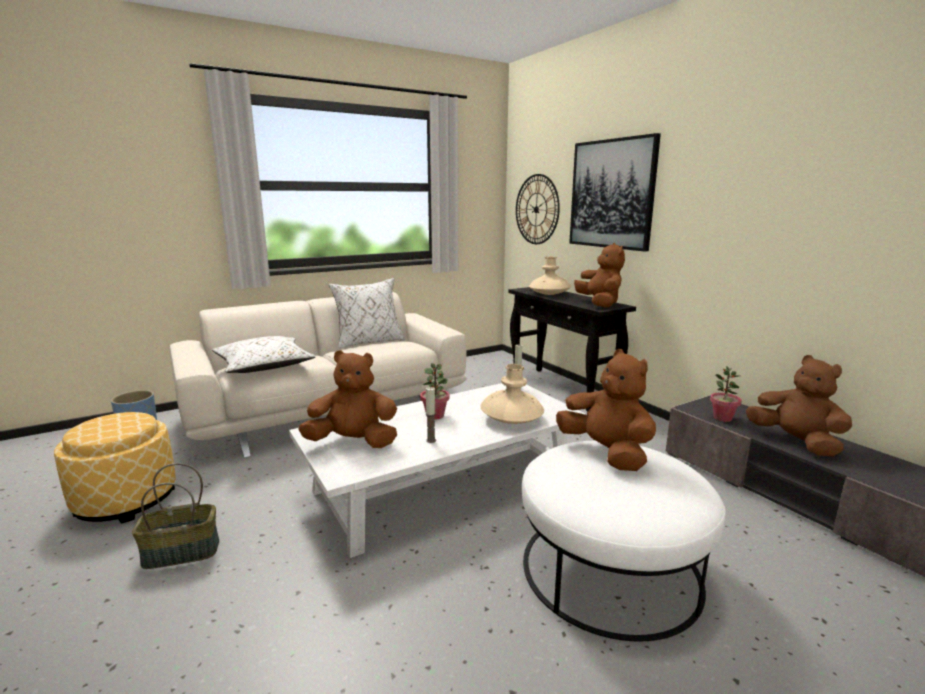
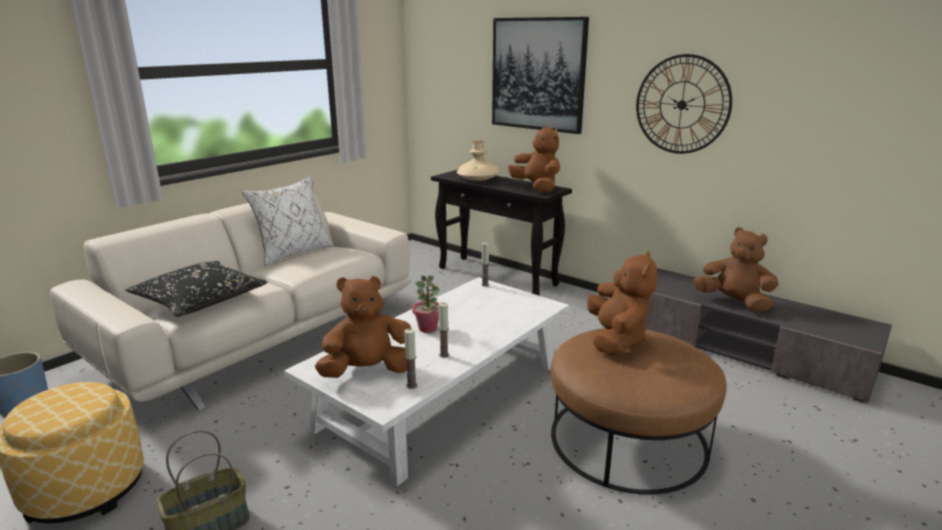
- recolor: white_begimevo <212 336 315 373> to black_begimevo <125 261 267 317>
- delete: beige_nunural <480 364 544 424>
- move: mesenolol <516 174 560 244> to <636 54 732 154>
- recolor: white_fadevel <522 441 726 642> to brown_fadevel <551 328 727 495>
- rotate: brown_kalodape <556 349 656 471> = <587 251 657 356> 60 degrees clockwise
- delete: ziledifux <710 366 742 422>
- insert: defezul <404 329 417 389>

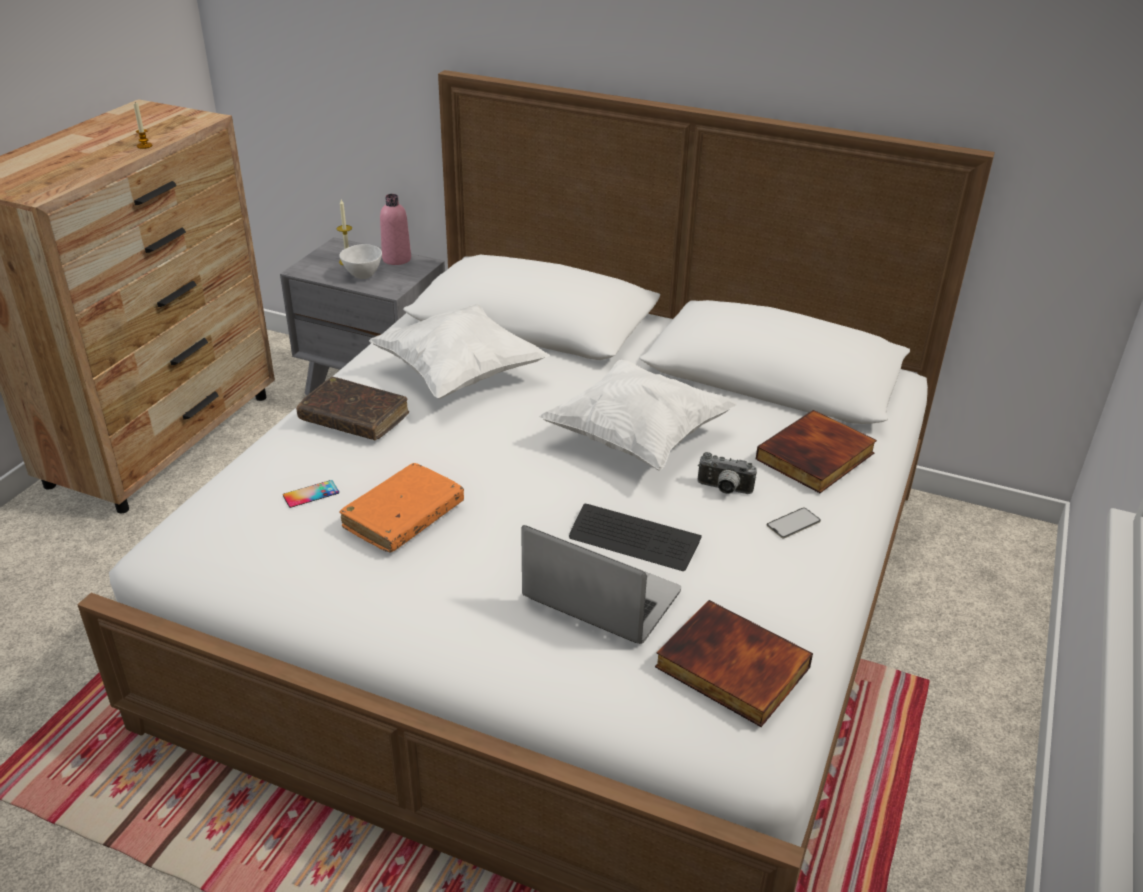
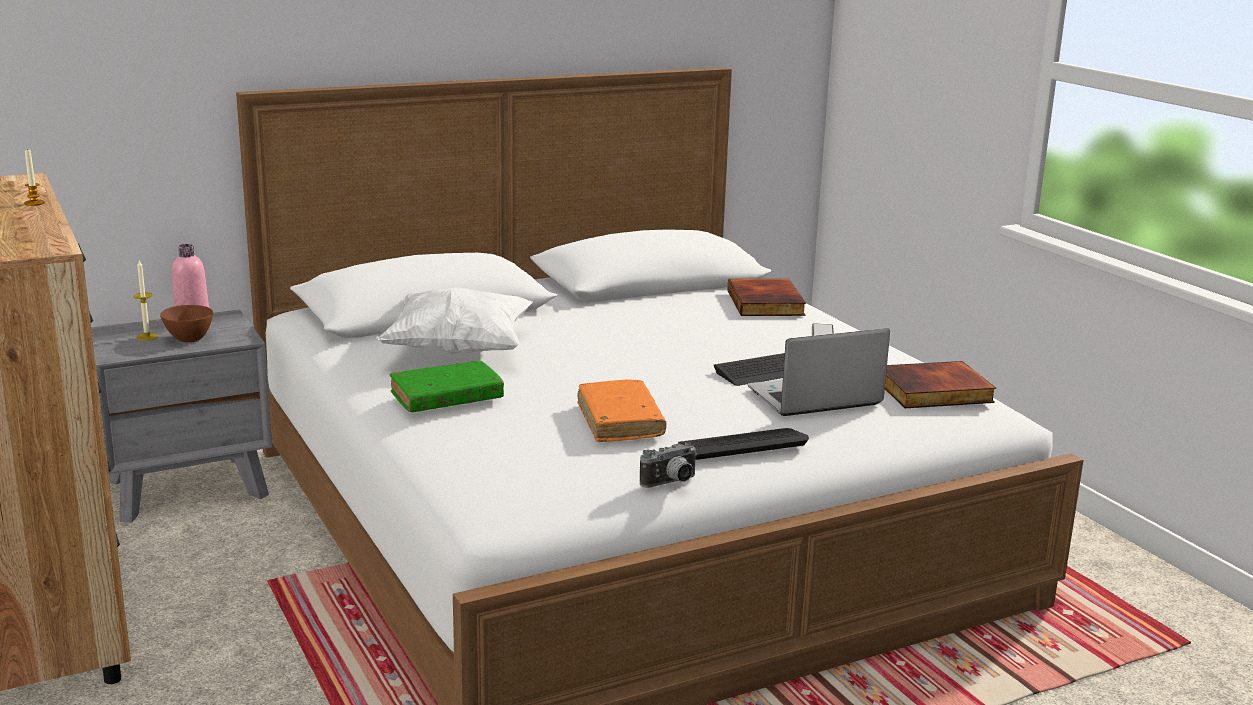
- delete: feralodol <283 480 339 508>
- recolor: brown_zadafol <296 377 409 441> to green_zadafol <390 361 504 412>
- recolor: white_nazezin <339 244 382 279> to brown_nazezin <160 305 213 342>
- delete: white_begimevo <539 360 738 470>
- move: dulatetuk <697 452 757 494> to <640 442 698 488>
- insert: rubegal <678 428 809 460>

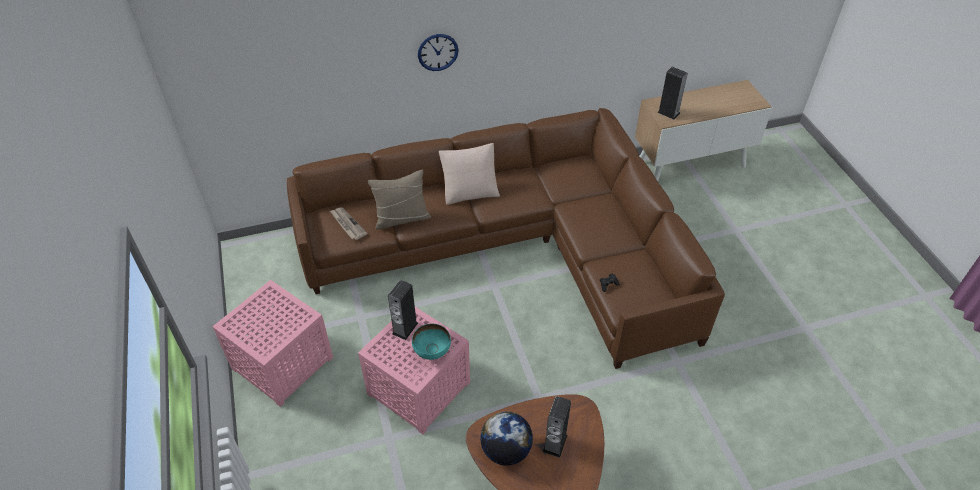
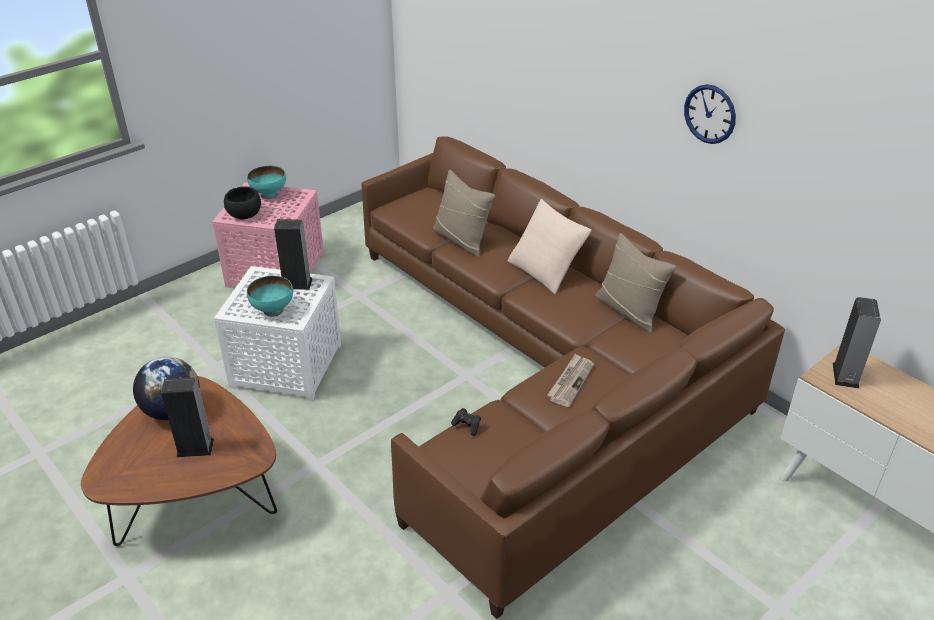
- move: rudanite <330 207 368 240> to <547 353 594 407>
- recolor: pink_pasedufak <358 307 470 434> to white_pasedufak <214 266 341 401>
- move: mesenolol <418 34 458 71> to <684 84 736 144>
- insert: black_nazezin <224 187 261 219>
- insert: turquoise_nazezin <247 166 286 199>
- insert: beige_begimevo <595 233 676 333>

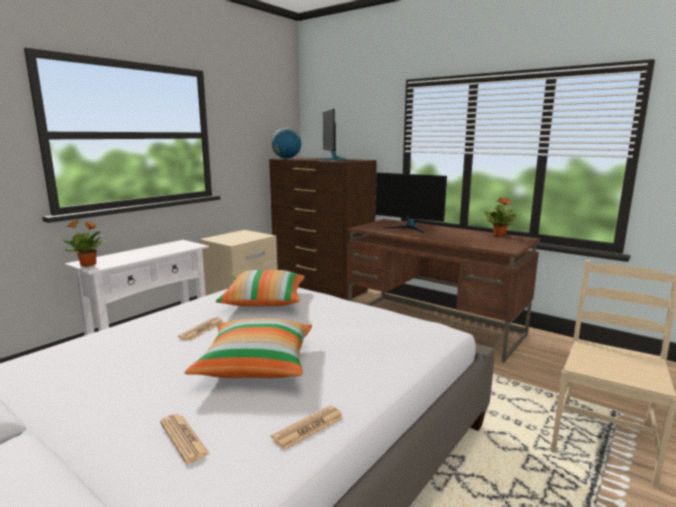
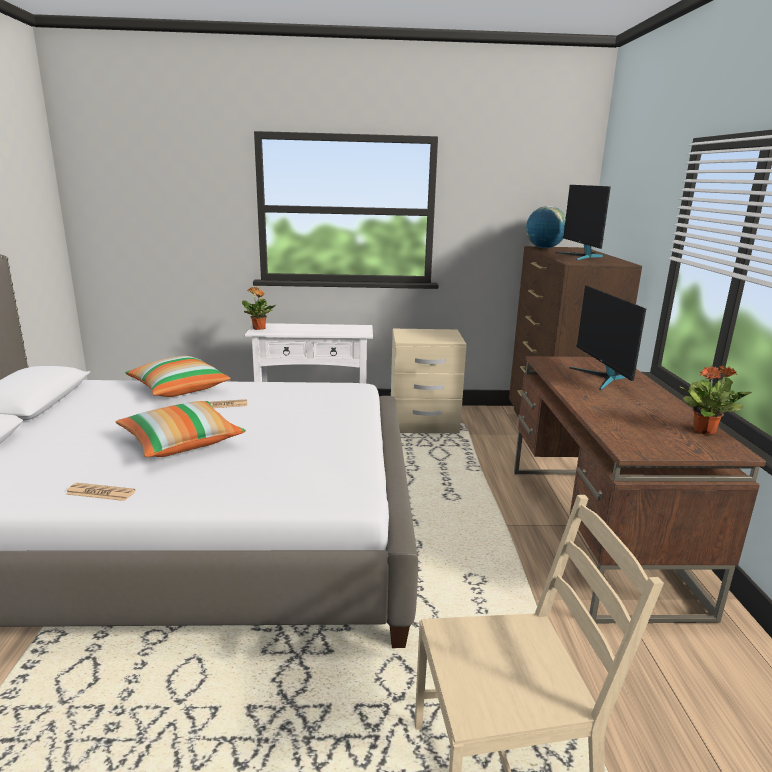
- delete: rudanite <160 414 210 464>
- move: begimevo <215 270 305 306> to <125 356 231 397>
- rotate: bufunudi <316 109 345 161> = <556 185 611 260> 45 degrees counterclockwise

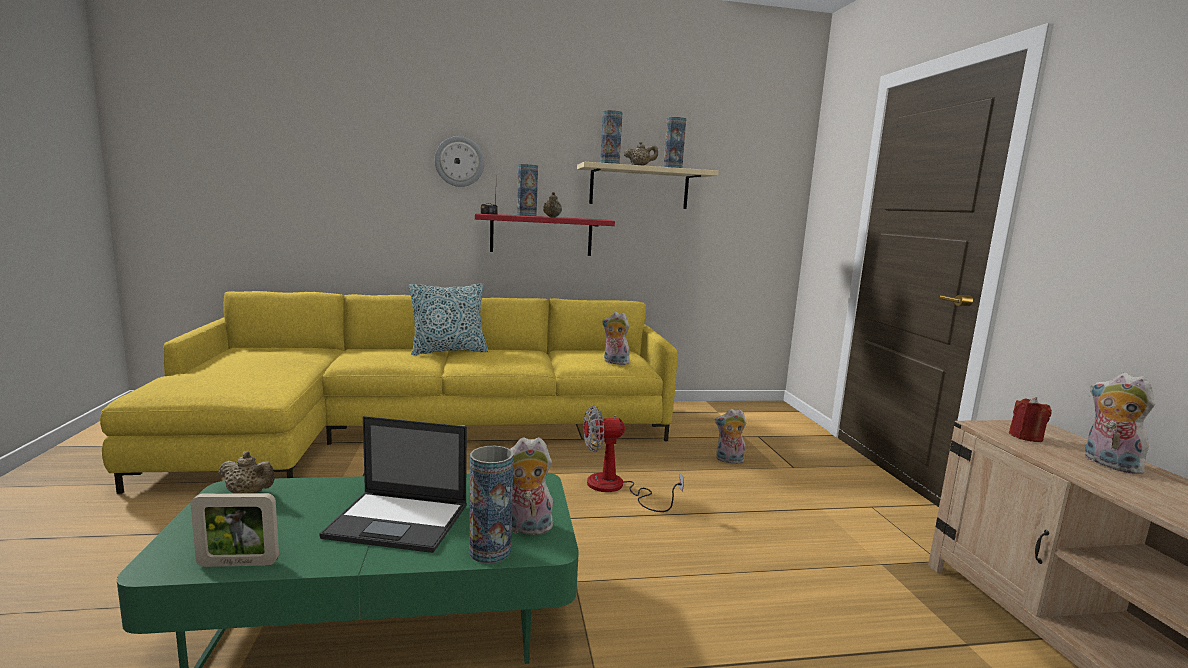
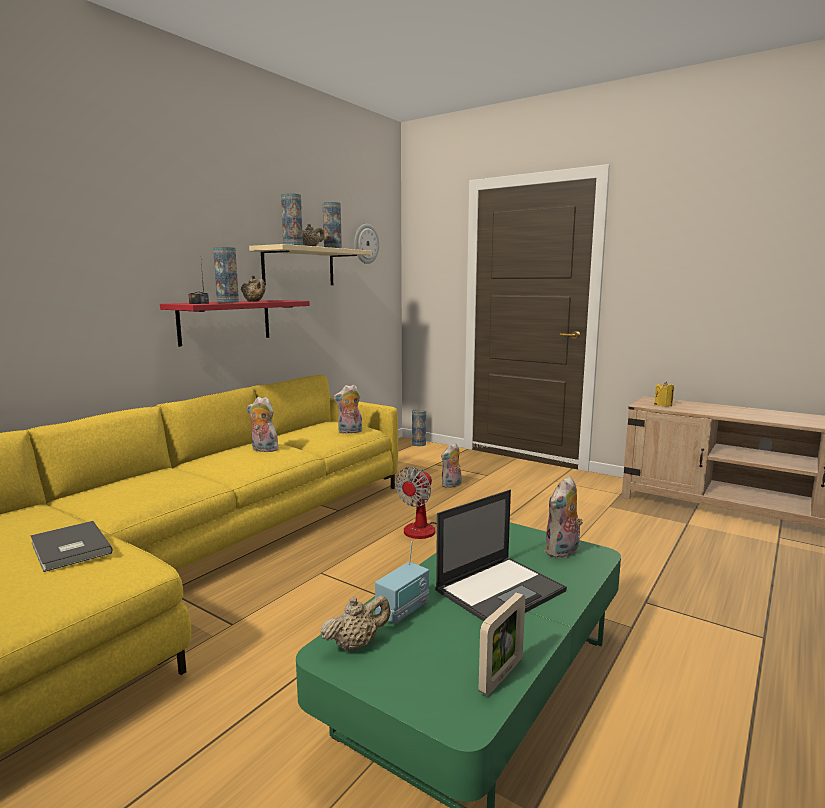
- delete: begimevo <409 283 488 355>
- move: mesenolol <435 136 485 187> to <354 224 379 264>
- move: nunural <469 446 514 563> to <412 409 426 446>
- recolor: red_defezul <1009 397 1052 442> to yellow_defezul <654 382 674 407>
- move: kalodape <1085 373 1155 474> to <247 397 279 452>
- insert: grey_zadafol <30 521 113 572>
- insert: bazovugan <375 541 429 624>

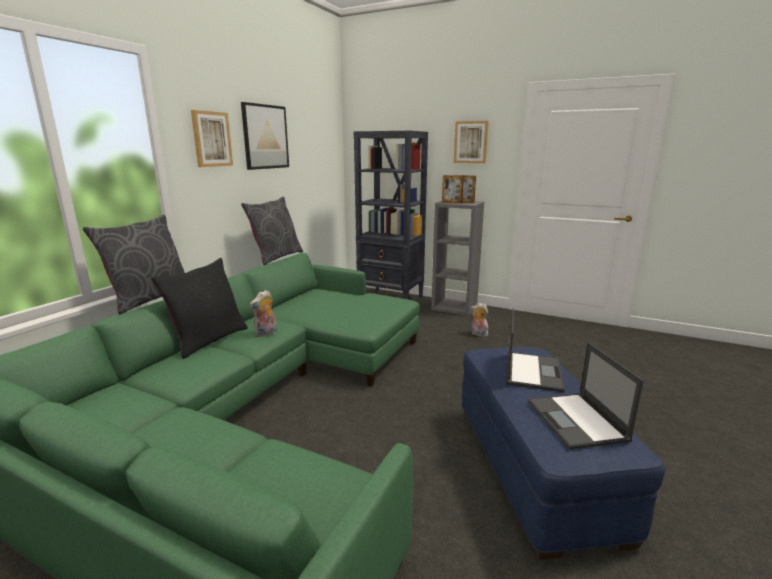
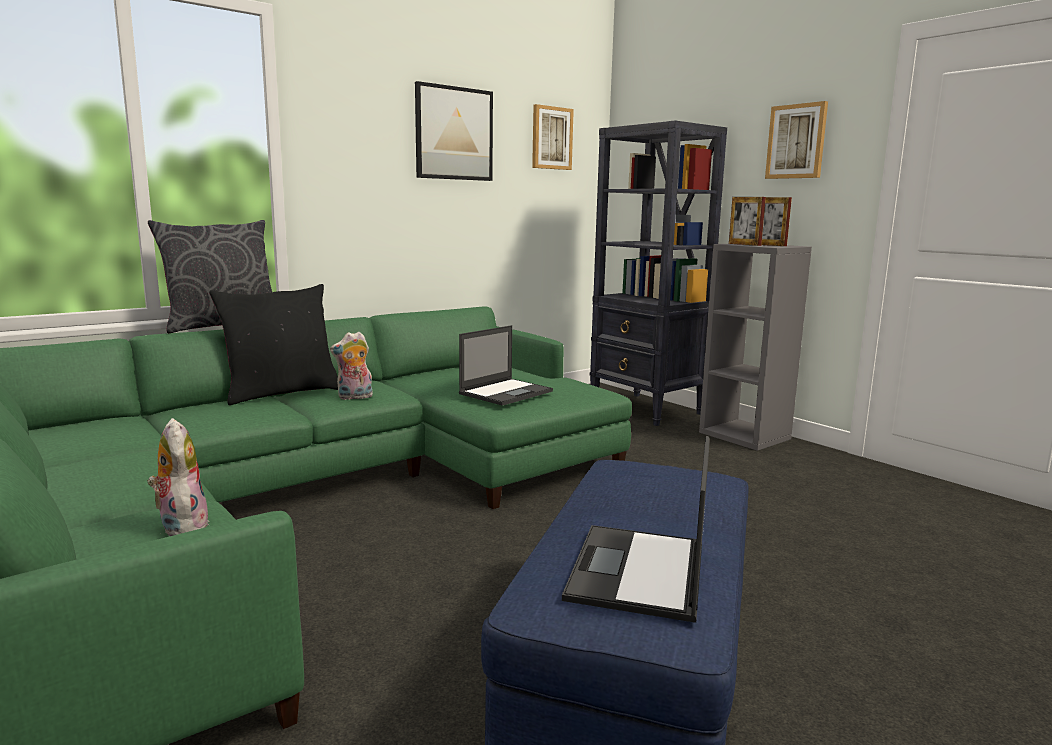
- move: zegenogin <191 110 233 167> to <532 104 574 170>
- delete: grey_begimevo <241 196 303 265>
- move: kalodape <470 303 490 337> to <148 418 210 536>
- move: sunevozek <506 308 565 392> to <459 325 553 406>

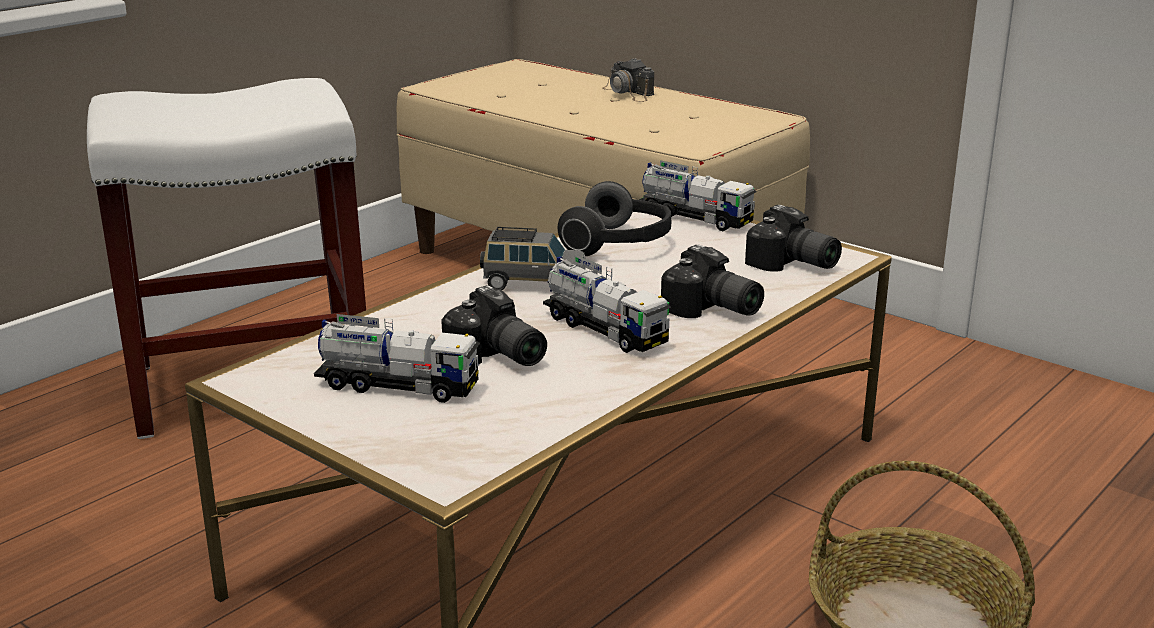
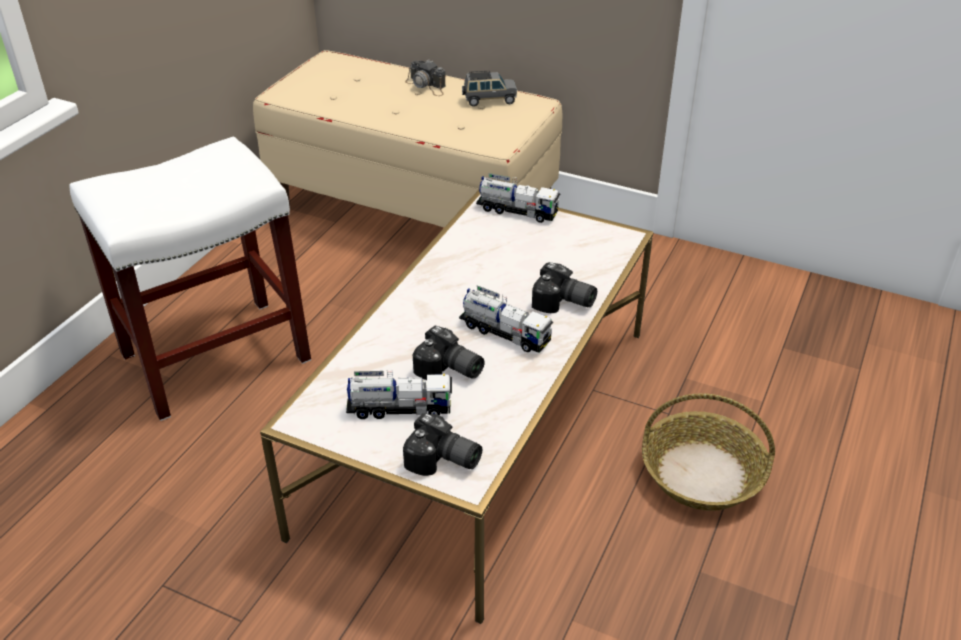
- move: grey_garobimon <480 227 585 290> to <462 71 517 107>
- delete: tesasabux <558 181 671 256>
- move: dulatetuk <745 205 842 272> to <403 413 482 476>

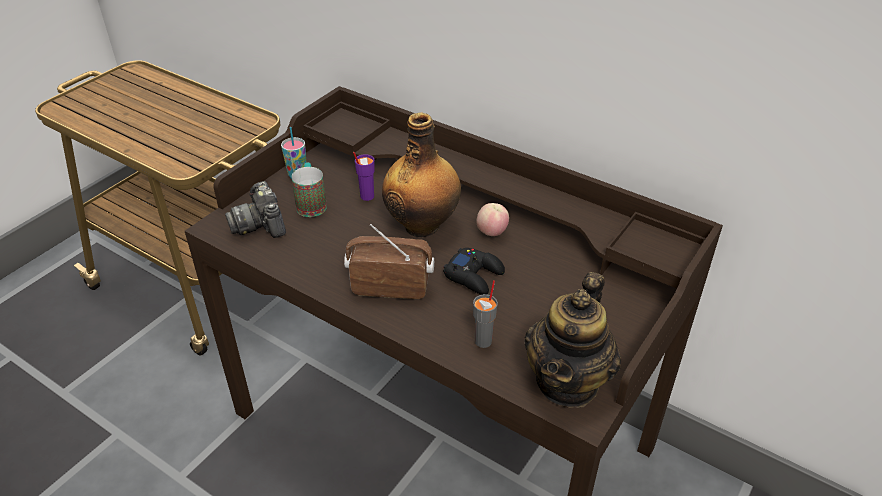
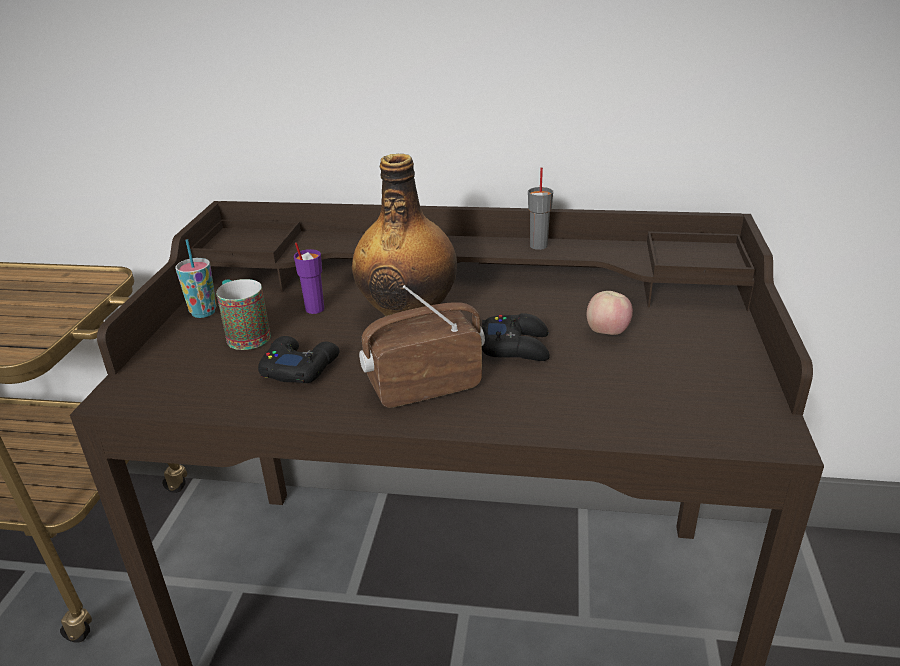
- delete: dulatetuk <225 181 286 238>
- move: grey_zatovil <473 280 498 348> to <528 168 553 250>
- move: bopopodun <477 203 509 236> to <587 291 633 335>
- delete: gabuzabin <524 272 621 408>
- insert: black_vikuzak <258 336 340 383>

